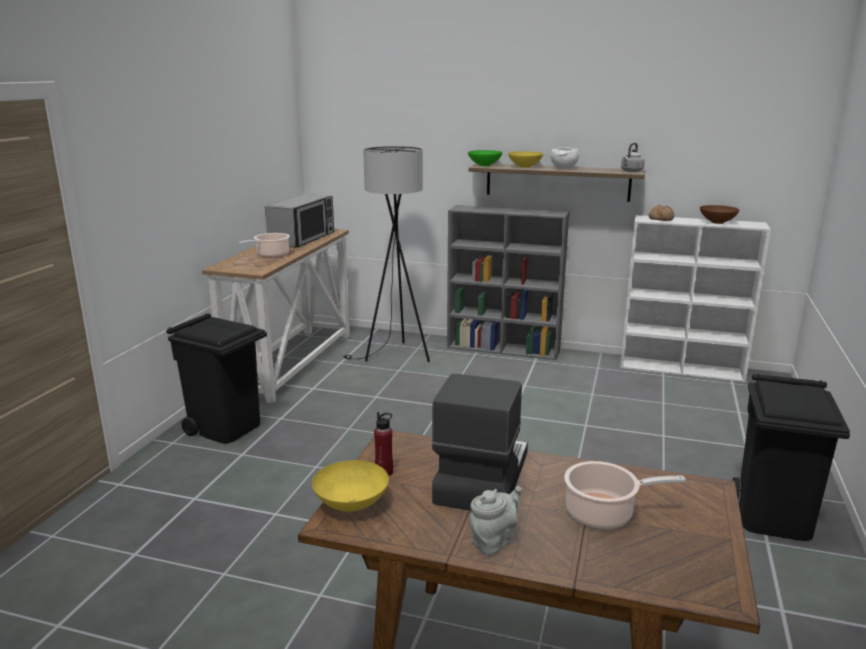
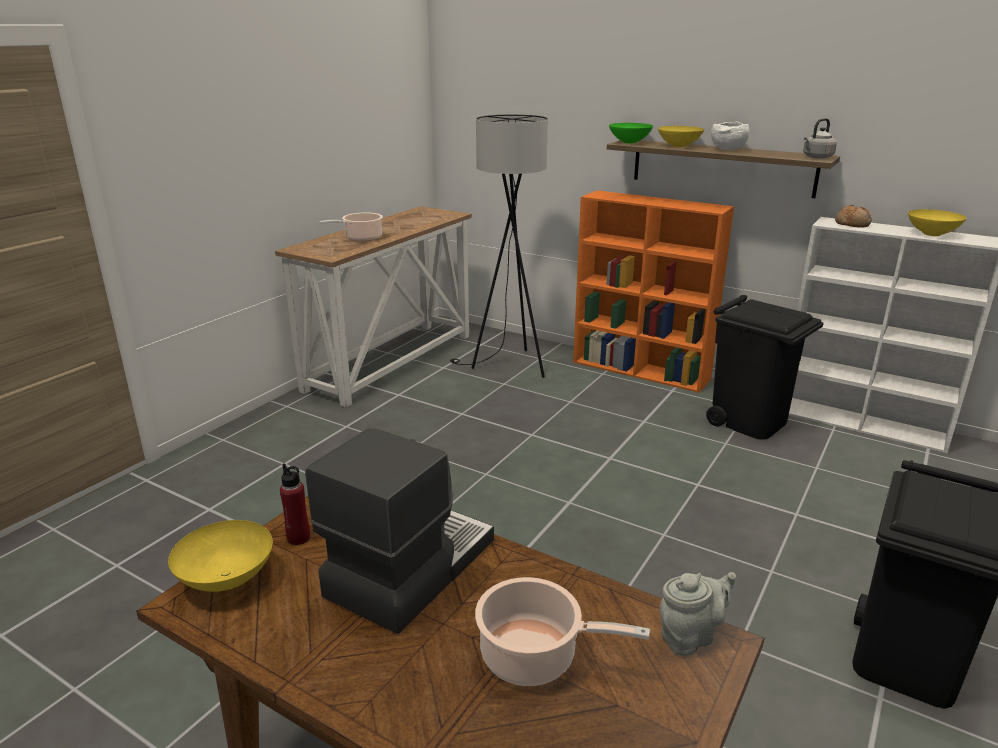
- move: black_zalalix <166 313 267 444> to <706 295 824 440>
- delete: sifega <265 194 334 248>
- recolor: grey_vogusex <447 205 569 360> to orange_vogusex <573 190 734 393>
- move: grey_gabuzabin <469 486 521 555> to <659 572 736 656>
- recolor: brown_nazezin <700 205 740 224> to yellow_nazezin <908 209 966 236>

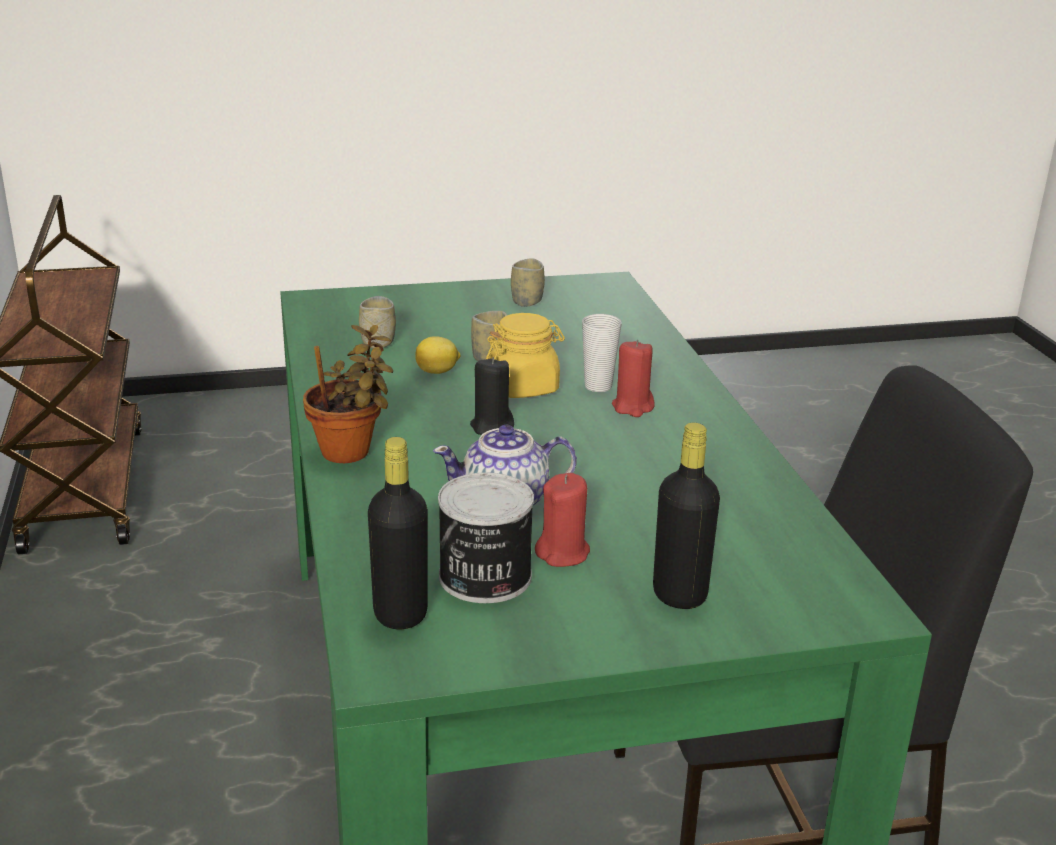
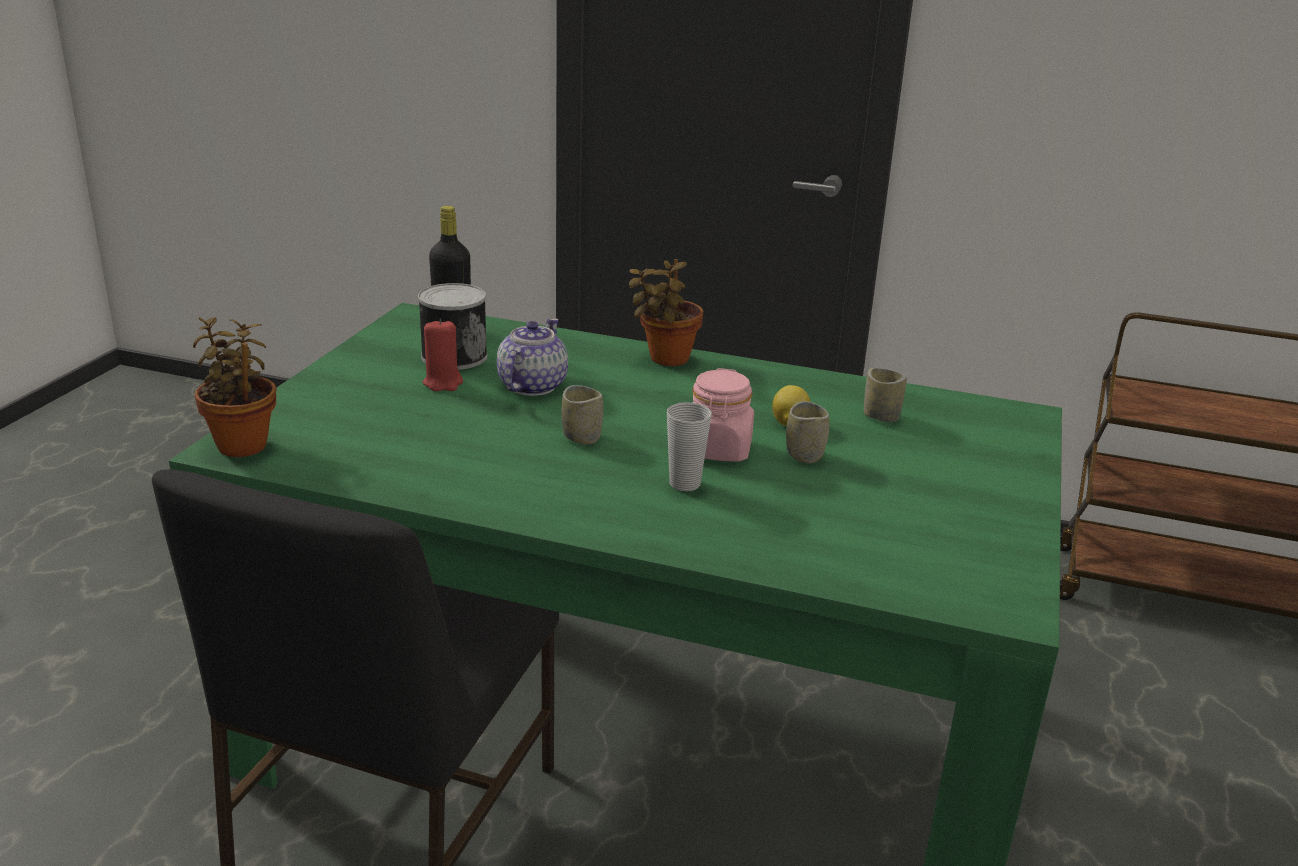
- delete: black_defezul <470 357 514 435>
- recolor: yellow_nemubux <486 313 565 398> to pink_nemubux <692 368 754 462>
- move: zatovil <511 258 545 307> to <561 385 603 445>
- delete: red_defezul <612 340 655 417>
- delete: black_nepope <653 423 720 609>
- insert: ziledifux <193 317 277 457>

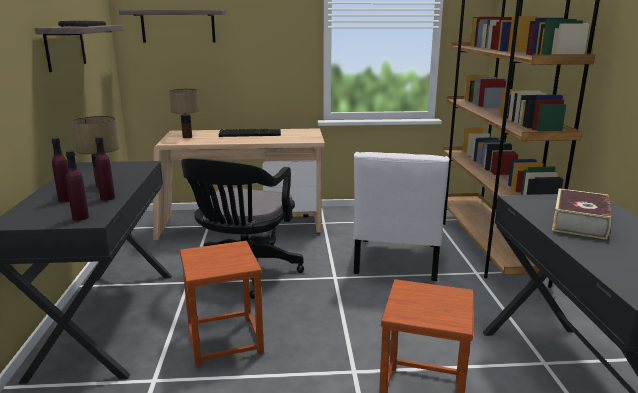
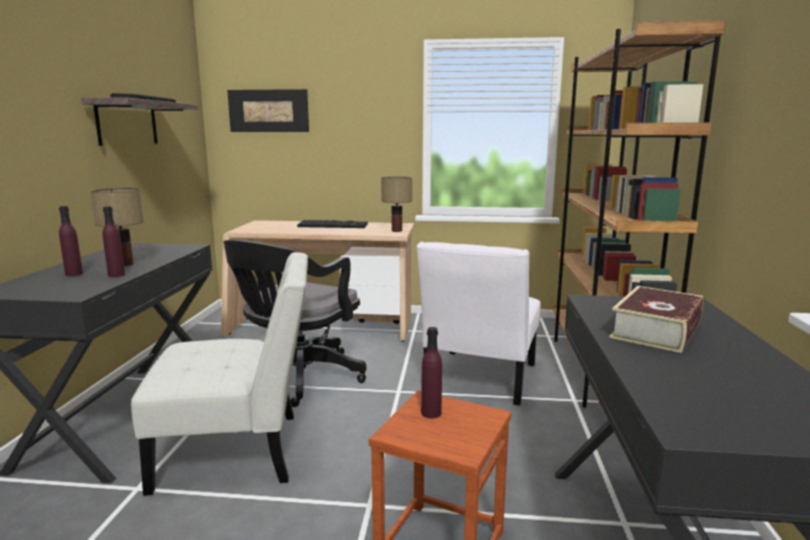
- move: purple_nepope <66 150 89 221> to <421 327 442 418>
- replace: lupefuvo <119 10 225 43> to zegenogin <227 89 309 132>
- move: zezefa <169 89 199 138> to <381 177 412 232>
- replace: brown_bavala <180 241 264 367> to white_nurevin <131 252 308 496>

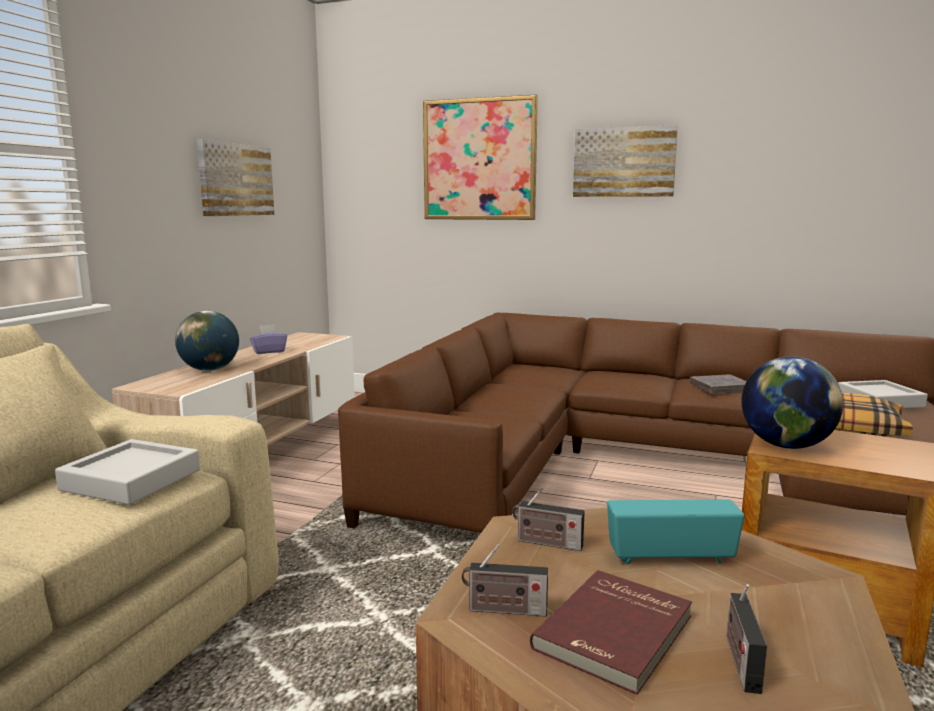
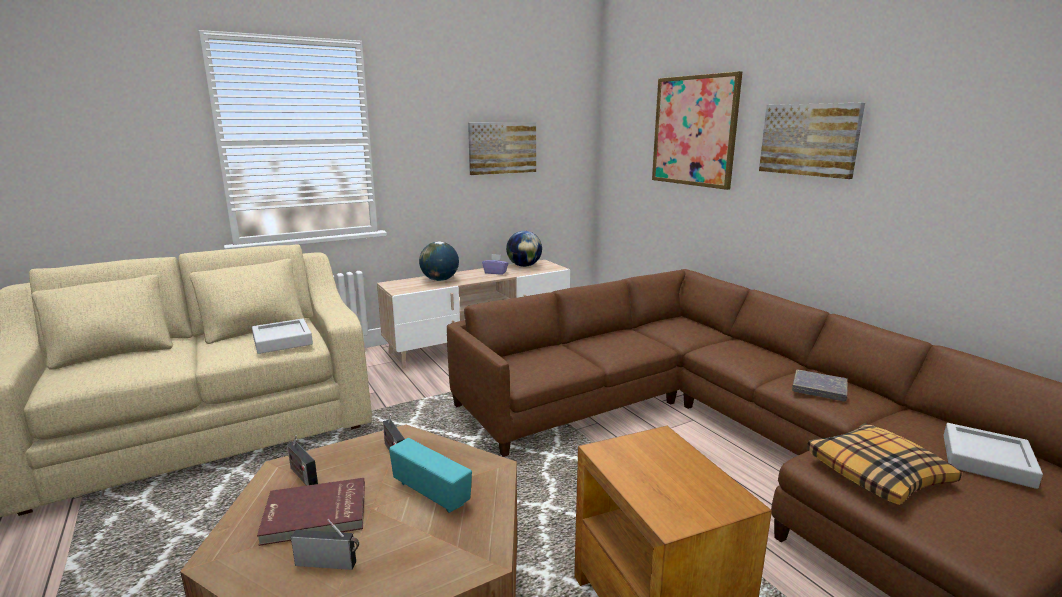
- rotate: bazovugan <727 584 767 694> = <291 519 359 570> 45 degrees clockwise
- move: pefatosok <741 356 843 449> to <506 231 542 267>

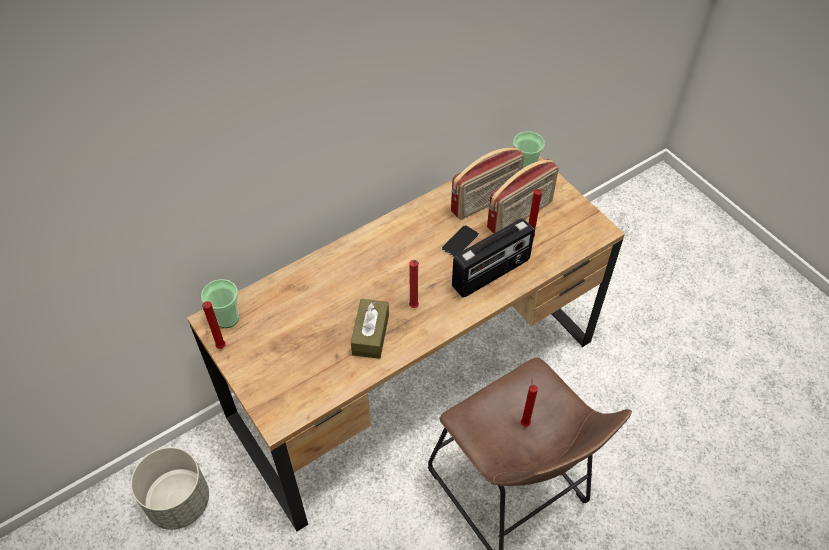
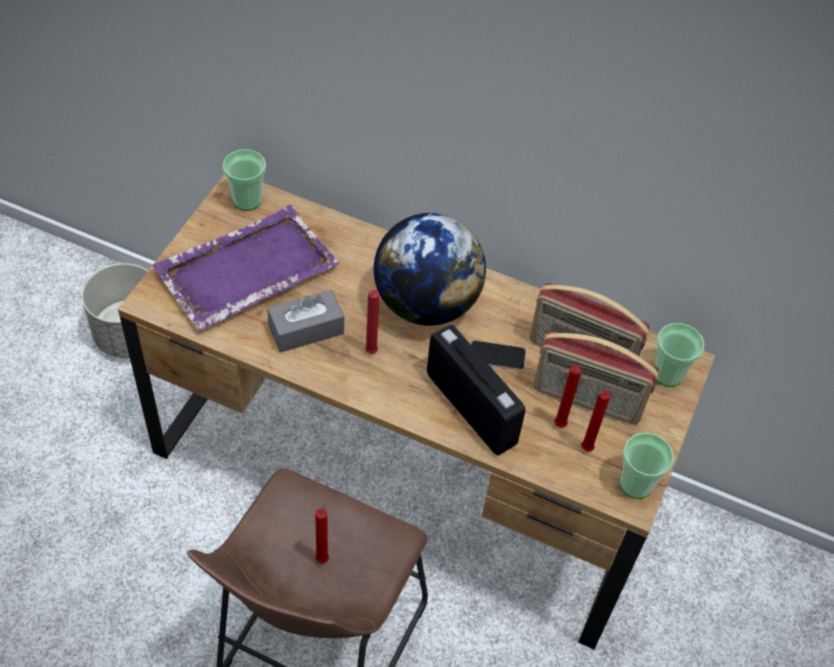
- move: red_defezul <202 301 226 349> to <581 390 611 452>
- recolor: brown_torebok <351 299 389 359> to grey_torebok <267 290 344 353>
- rotate: bazovugan <452 218 535 298> = <427 324 525 456> 150 degrees counterclockwise
- insert: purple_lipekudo <152 205 339 331>
- insert: pefatosok <374 213 486 326>
- insert: zatovil <620 433 674 499>

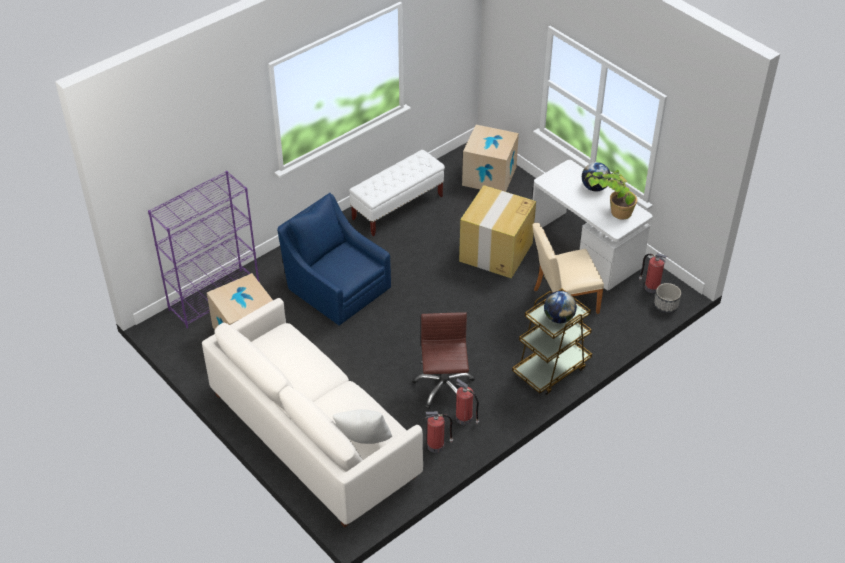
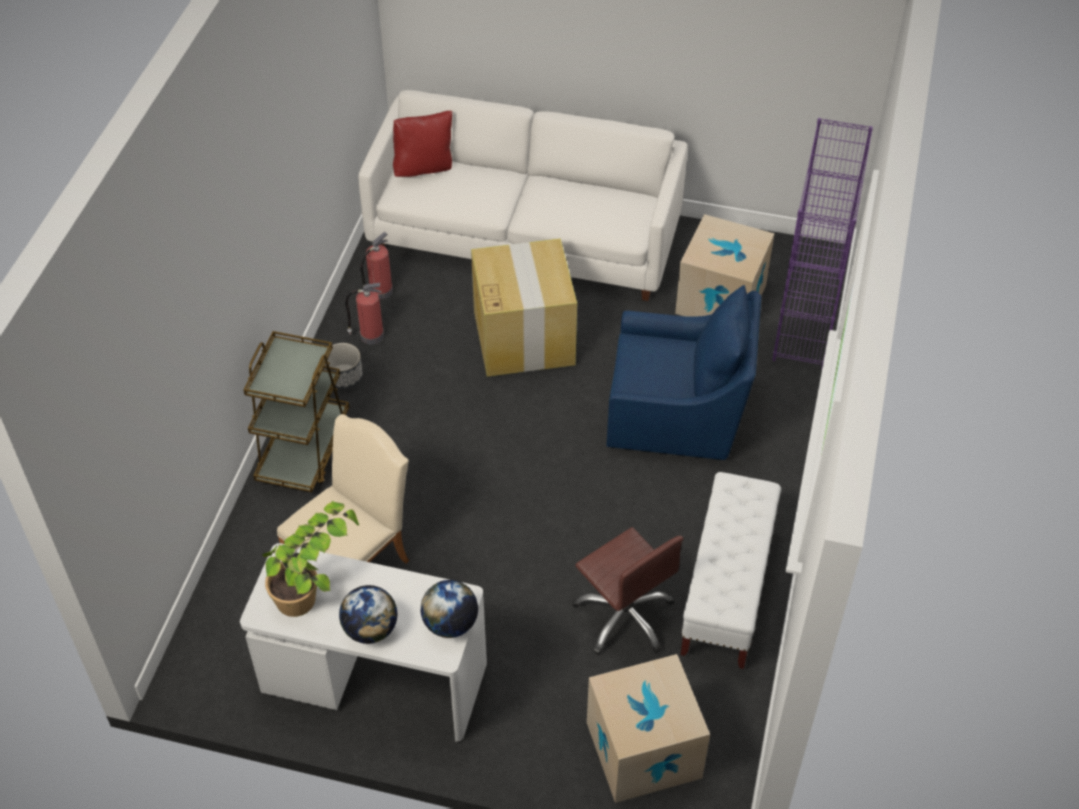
- recolor: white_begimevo <333 409 392 444> to red_begimevo <393 111 452 177>
- move: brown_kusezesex <413 312 475 409> to <572 527 683 655>
- move: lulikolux <459 185 536 278> to <471 239 577 376>
- move: pefatosok <544 291 577 323> to <421 580 478 638>
- delete: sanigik <639 253 667 293>
- move: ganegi <654 283 681 313> to <324 343 363 390>

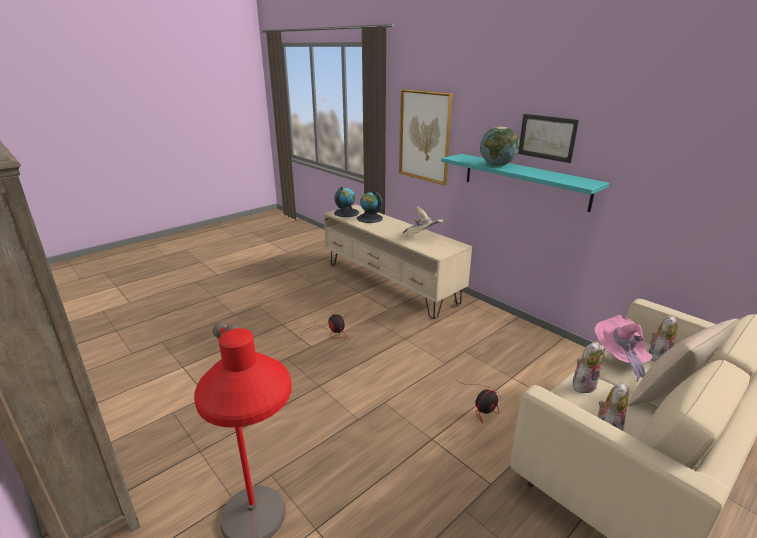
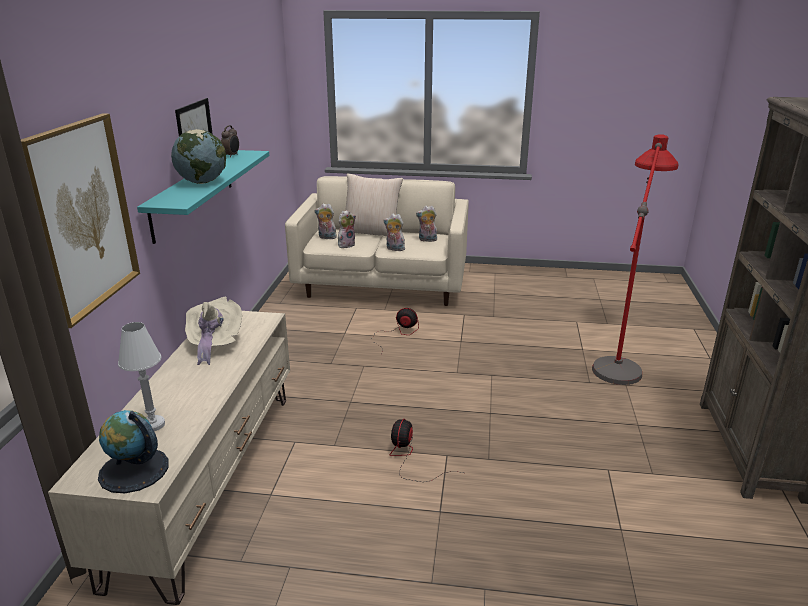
- replace: pefatosok <357 191 383 223> to white_zezefa <118 322 165 431>
- replace: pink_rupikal <594 315 652 382> to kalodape <338 210 356 248>
- insert: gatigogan <221 125 239 157>

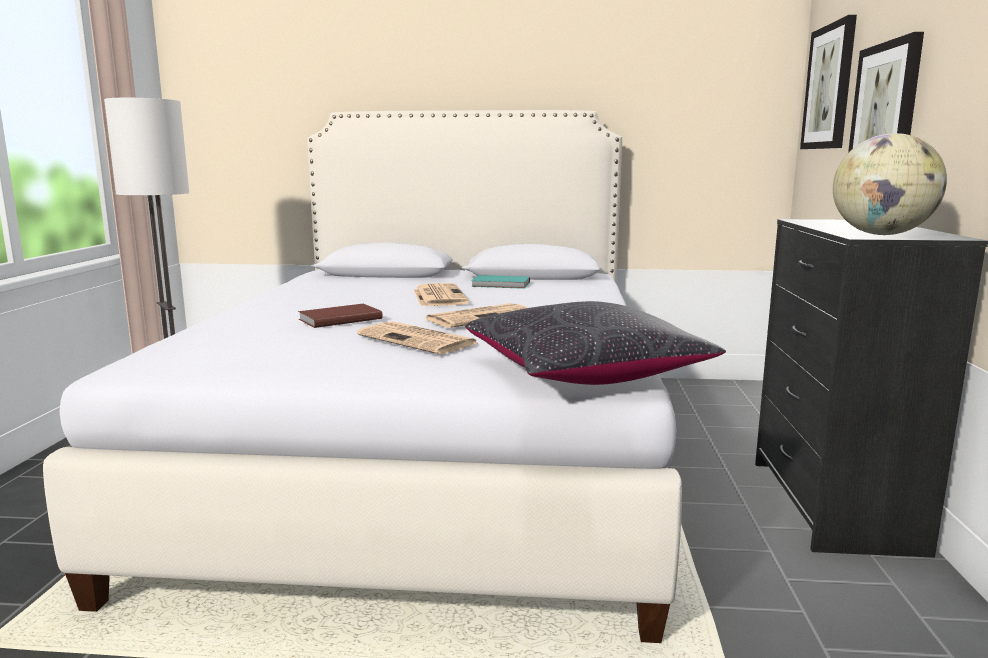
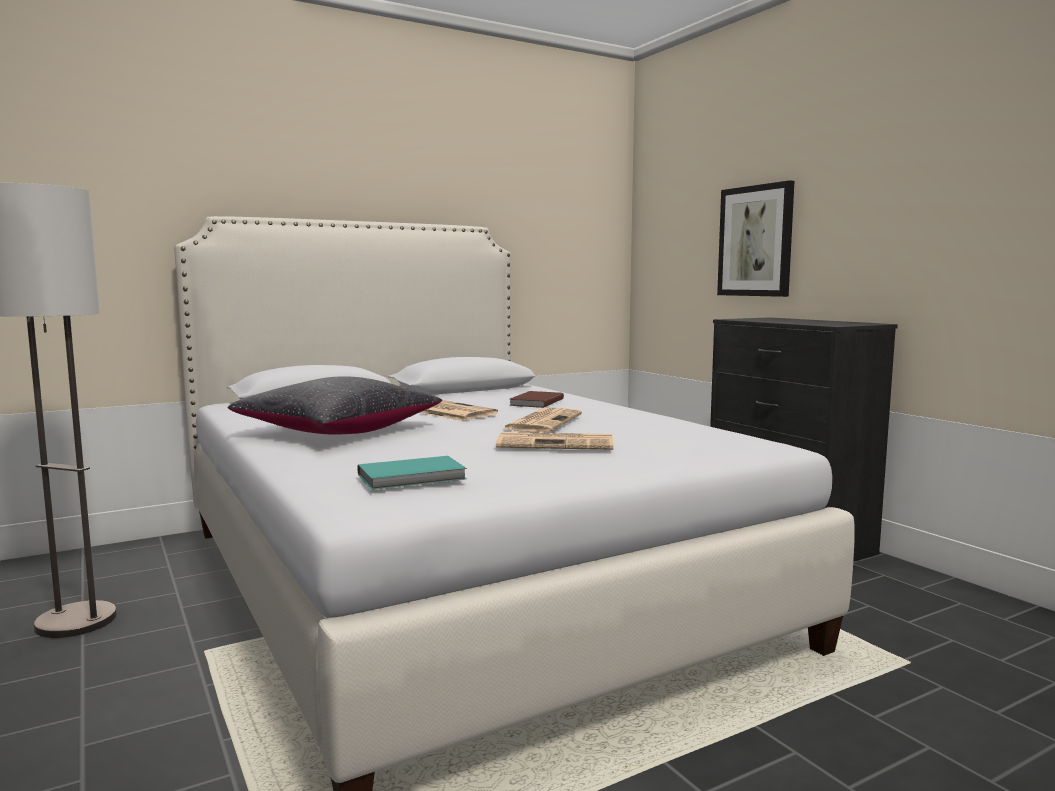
- move: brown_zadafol <298 304 382 328> to <509 391 564 408>
- move: black_begimevo <465 301 726 385> to <228 376 442 435>
- move: turquoise_zadafol <471 275 530 289> to <358 456 467 490>
- delete: zegenogin <800 15 857 149>
- delete: pefatosok <833 133 947 235>

